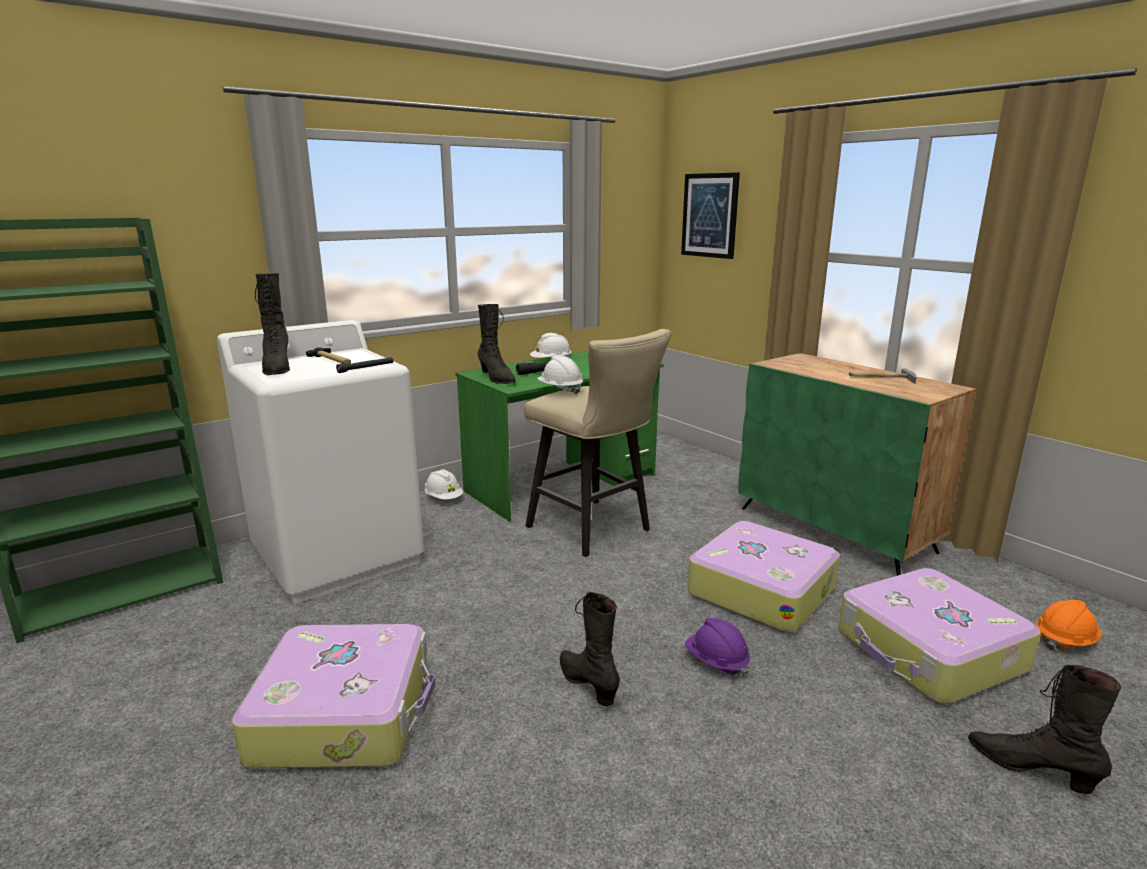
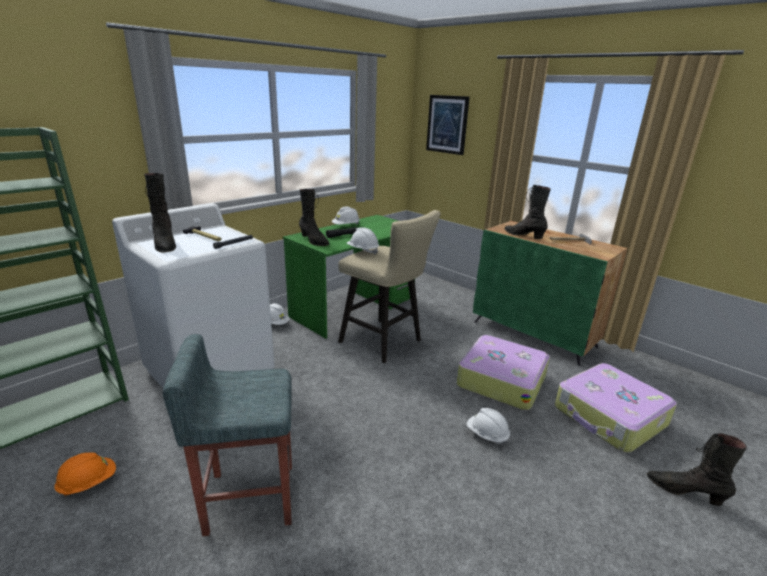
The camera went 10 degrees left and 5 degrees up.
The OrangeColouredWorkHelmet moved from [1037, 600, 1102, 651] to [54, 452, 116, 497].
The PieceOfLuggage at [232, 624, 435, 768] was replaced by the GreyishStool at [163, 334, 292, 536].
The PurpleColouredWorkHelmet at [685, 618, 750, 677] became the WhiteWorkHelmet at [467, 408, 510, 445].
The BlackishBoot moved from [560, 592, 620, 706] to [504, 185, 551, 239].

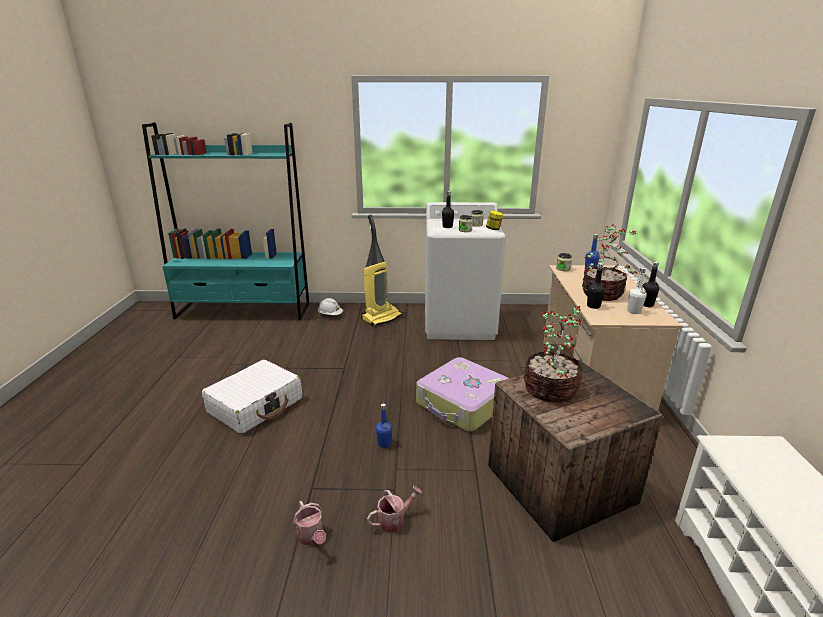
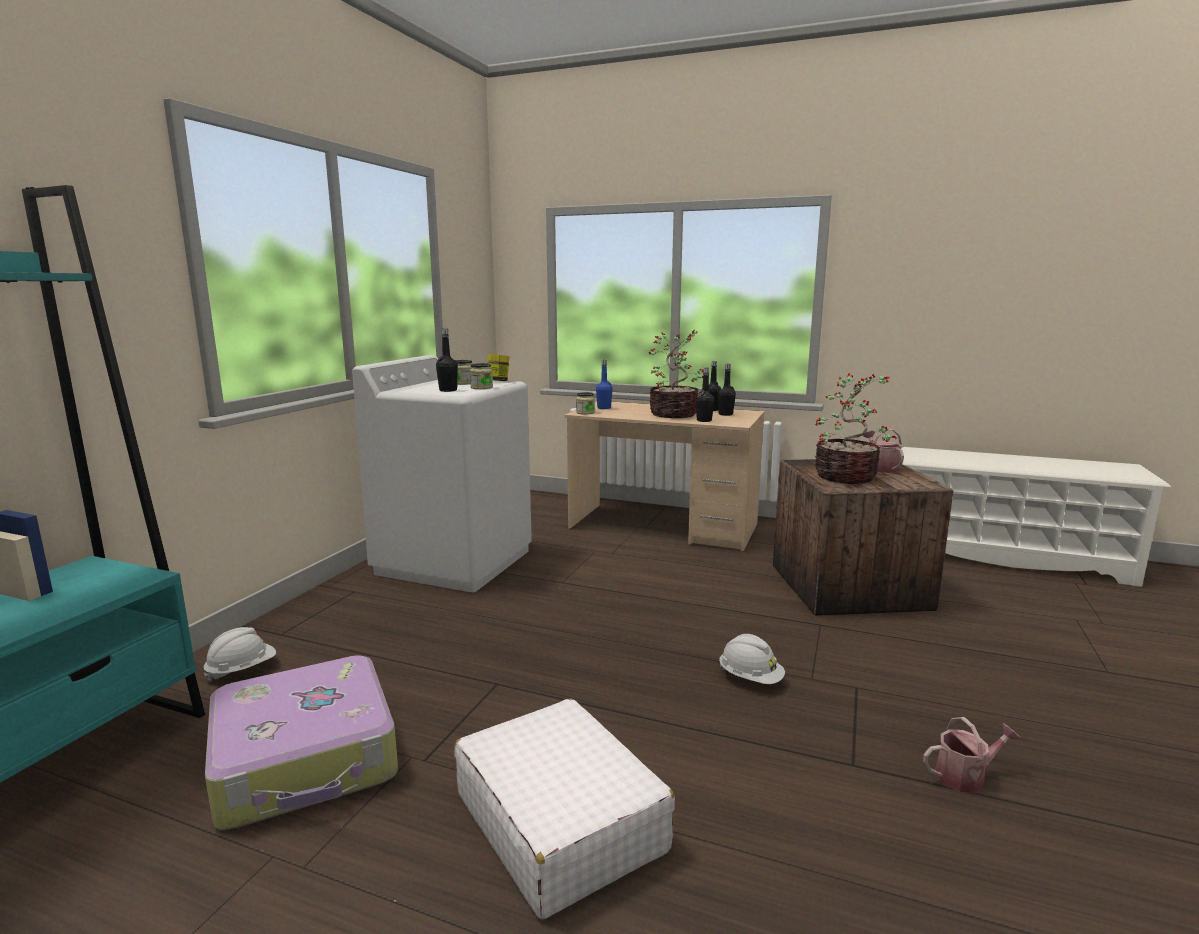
The camera went 70 degrees left and 10 degrees down.
The PieceOfLuggage moved from [416, 357, 509, 432] to [205, 655, 398, 830].
The WhiteDrinkBottle at [627, 267, 647, 314] became the BlackishDrinkBottle at [718, 364, 736, 416].
The BlueColouredDrinkBottle at [376, 404, 392, 448] was replaced by the WhiteWorkHelmet at [719, 634, 785, 684].
The WateringPot moved from [367, 485, 422, 533] to [863, 429, 904, 473].
The VacuumCleaner at [361, 215, 402, 327] disappeared.

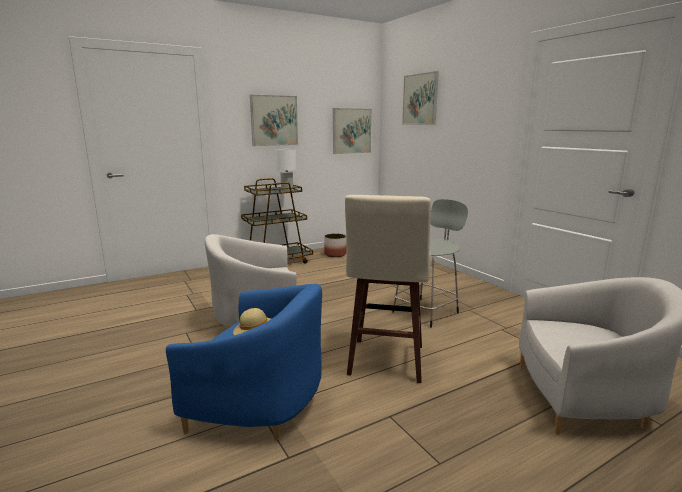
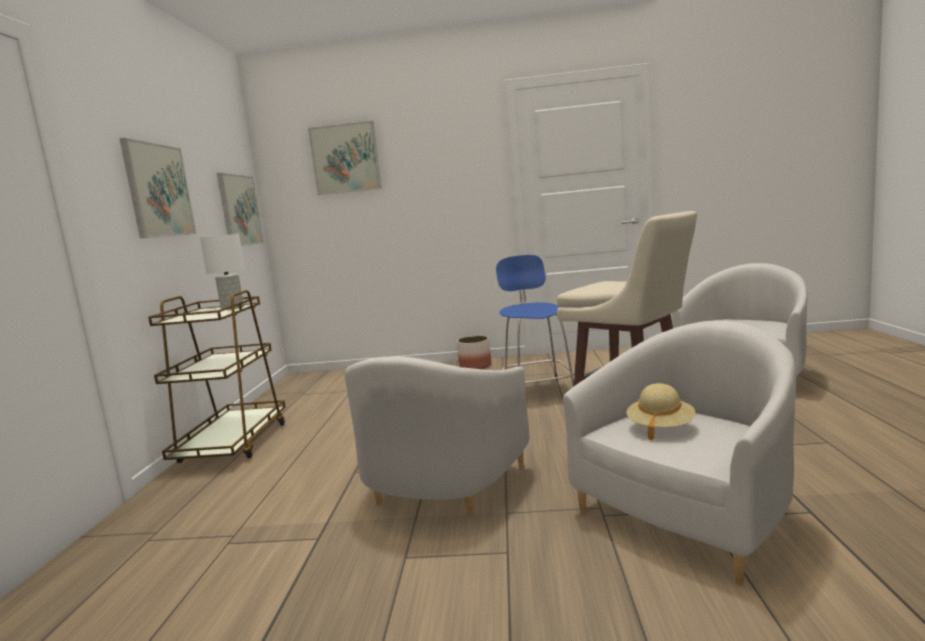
The camera went 55 degrees left and 5 degrees down.
The PlantPot moved from [324, 233, 346, 257] to [457, 336, 491, 369].
The GreyishStool at [392, 199, 468, 328] became the BlueColouredStool at [496, 255, 574, 387].
The BlueColouredArmchair at [166, 284, 322, 440] became the WhiteArmchair at [563, 320, 796, 585].

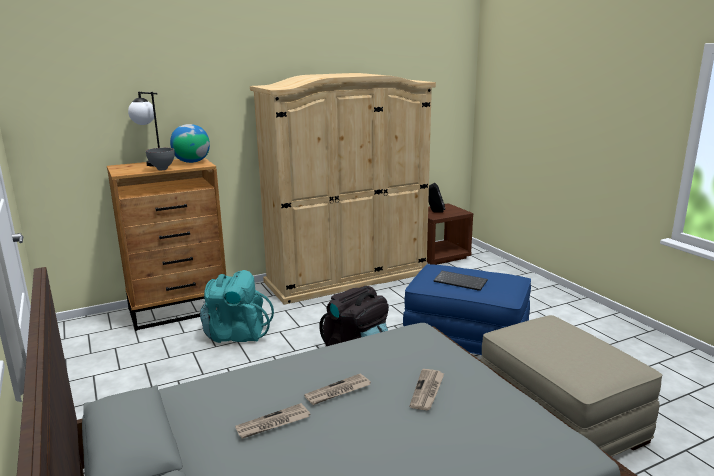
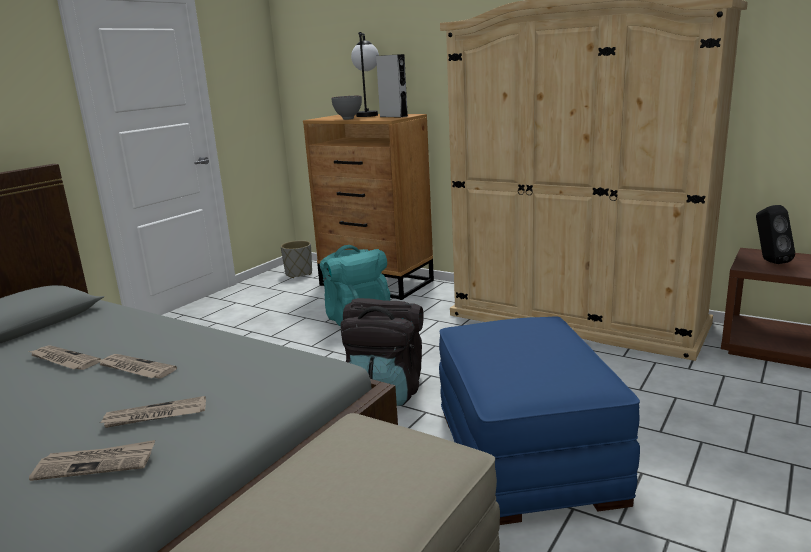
The camera went 60 degrees right and 0 degrees up.
The DailyPaper at [29, 440, 155, 481] appeared.
The GreyishPlantPot at [280, 241, 312, 278] appeared.
The WorldGlobe at [170, 124, 210, 163] was replaced by the GreyishSpeaker at [376, 54, 408, 117].
The PcKeyboard at [433, 271, 488, 291] disappeared.

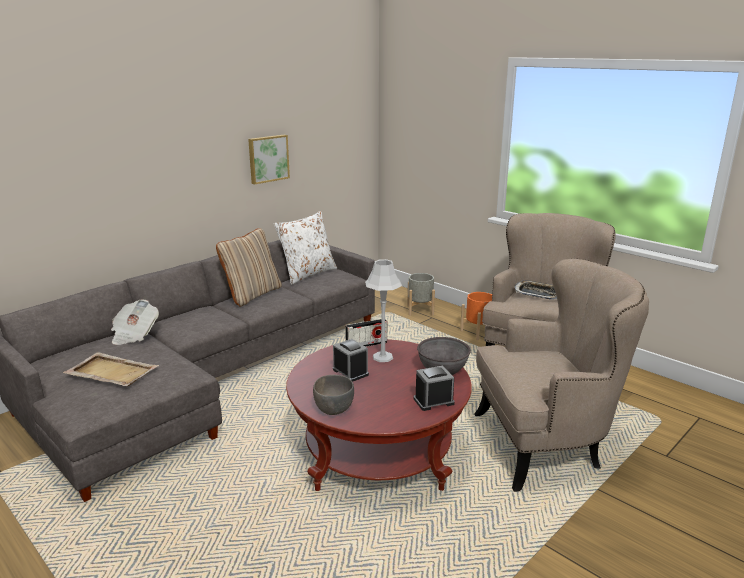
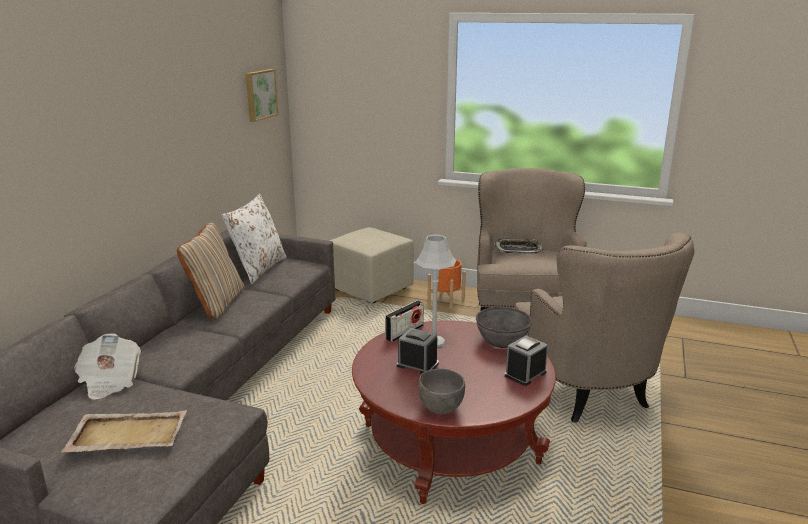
The camera went 25 degrees left and 0 degrees up.
The WallArt moved from [248, 135, 290, 184] to [246, 69, 278, 122].
The GreyishPlantPot at [407, 273, 435, 316] was replaced by the SandColouredFootrest at [329, 227, 414, 303].
The SandColouredArmchair at [474, 259, 649, 492] turned 105 degrees clockwise.

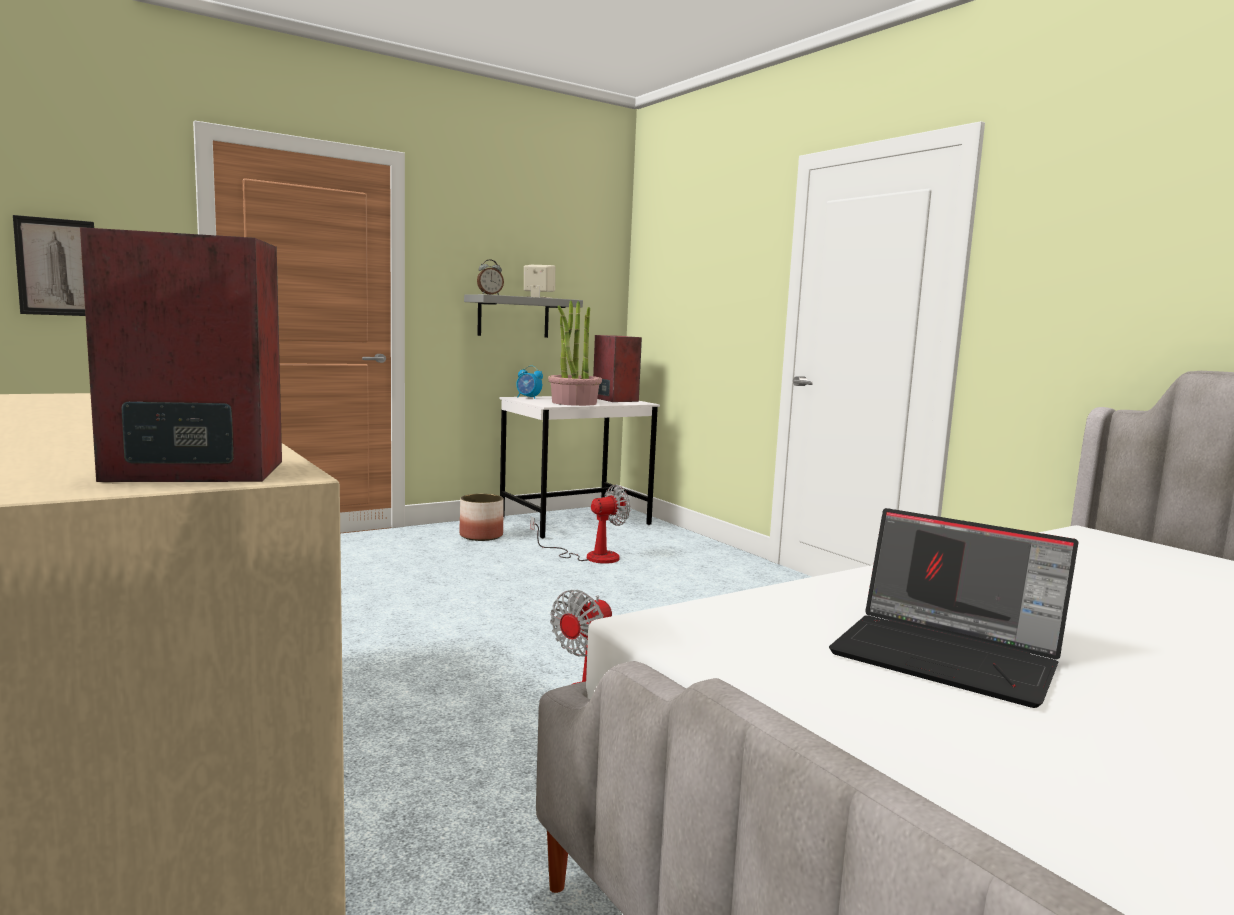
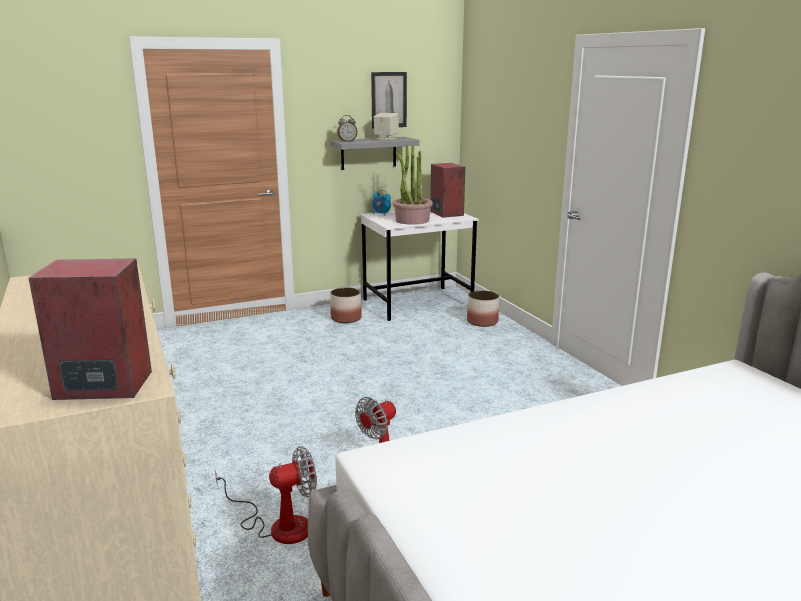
The camera went 10 degrees right and 10 degrees up.
The ElectricFan moved from [530, 484, 630, 564] to [215, 446, 317, 544].
The WallArt moved from [13, 215, 94, 316] to [371, 72, 407, 128].
The PlantPot at [467, 290, 499, 327] appeared.
The Laptop at [829, 508, 1078, 708] disappeared.

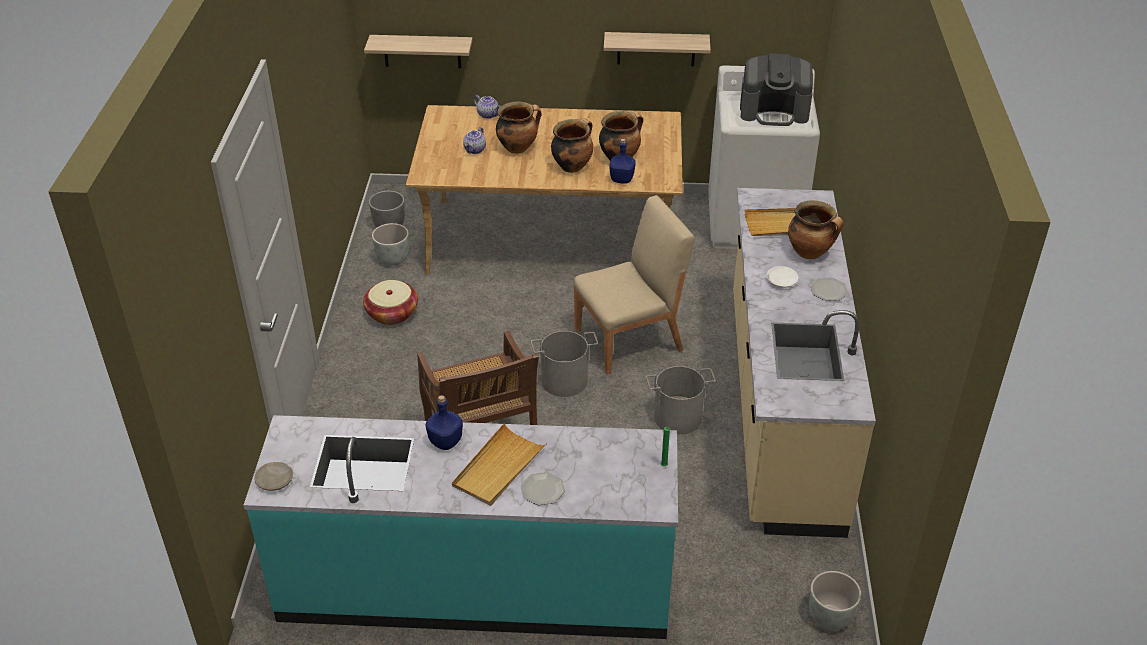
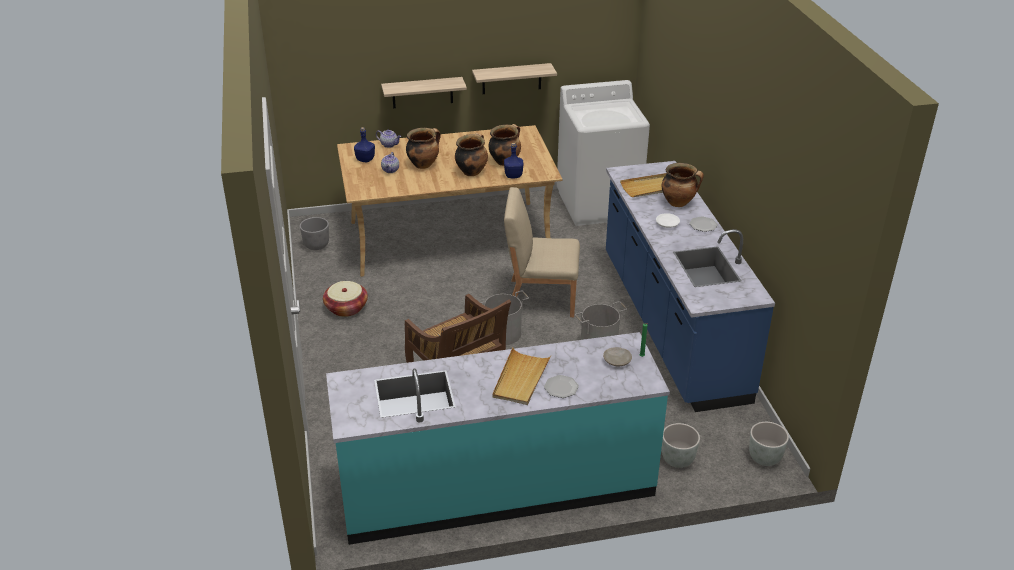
The camera went 15 degrees left and 5 degrees down.
The BlueColouredDrinkBottle moved from [426, 395, 463, 450] to [354, 127, 375, 162].
The BracketShelf moved from [364, 35, 473, 69] to [381, 77, 467, 108].
The SandColouredChair at [573, 195, 694, 375] turned 135 degrees counterclockwise.
The SandColouredDinnerPlate moved from [254, 462, 293, 491] to [603, 347, 632, 366].
The SandColouredCounter at [733, 188, 876, 538] became the BlueColouredCounter at [606, 161, 775, 412].
The GreyishPlantPot moved from [372, 223, 409, 266] to [662, 423, 700, 468].
The CoffeeMaker at [740, 53, 813, 126] disappeared.

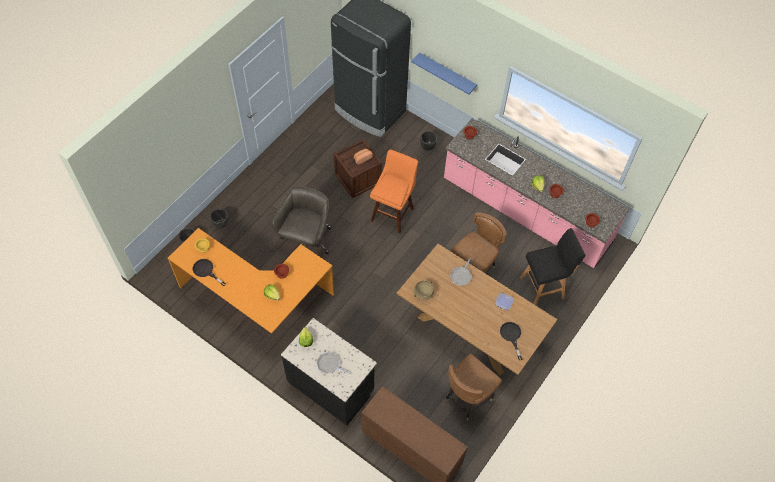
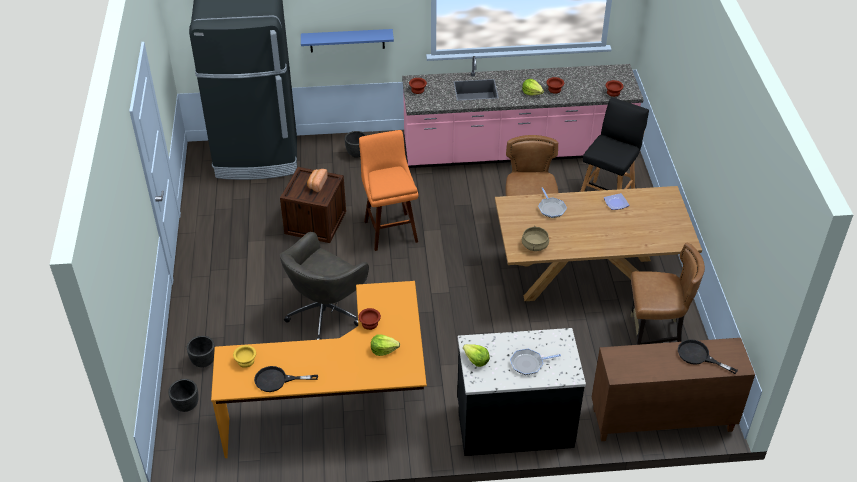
The camera went 40 degrees left and 15 degrees down.
The GreyishComputerChair at [272, 186, 331, 254] turned 120 degrees counterclockwise.
The BrownishChair at [445, 354, 502, 421] turned 90 degrees counterclockwise.
The BlackishPan moved from [500, 322, 523, 360] to [678, 339, 738, 374].

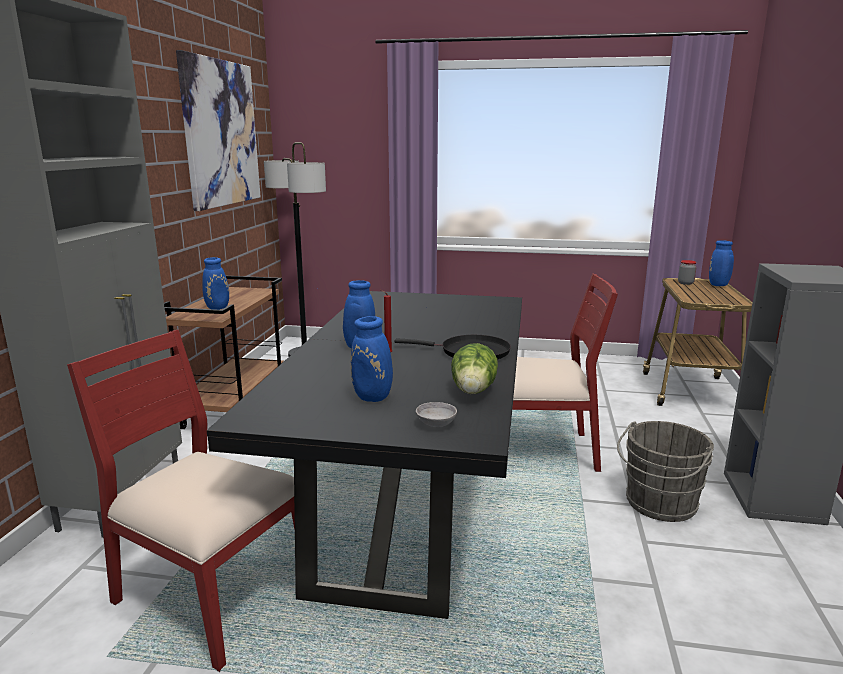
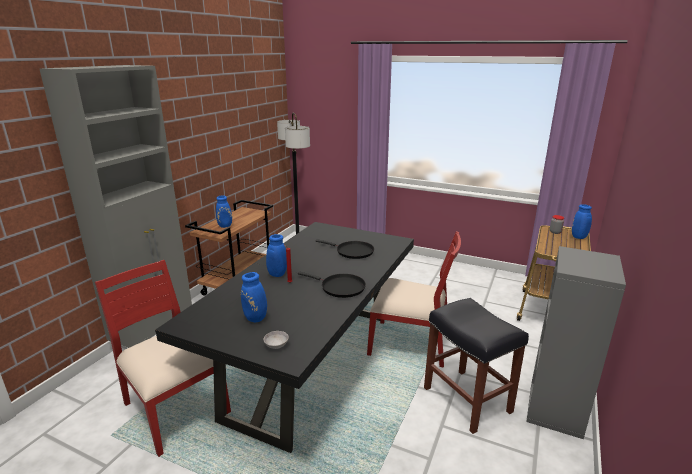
The camera went 15 degrees right and 5 degrees up.
The BlackishPan at [316, 239, 374, 259] appeared.
The GreyishWaterBucket at [617, 421, 714, 522] was replaced by the BlackishStool at [424, 298, 529, 434].
The WallArt at [176, 50, 261, 211] disappeared.
The HeadOfLettuce at [451, 343, 498, 394] disappeared.

